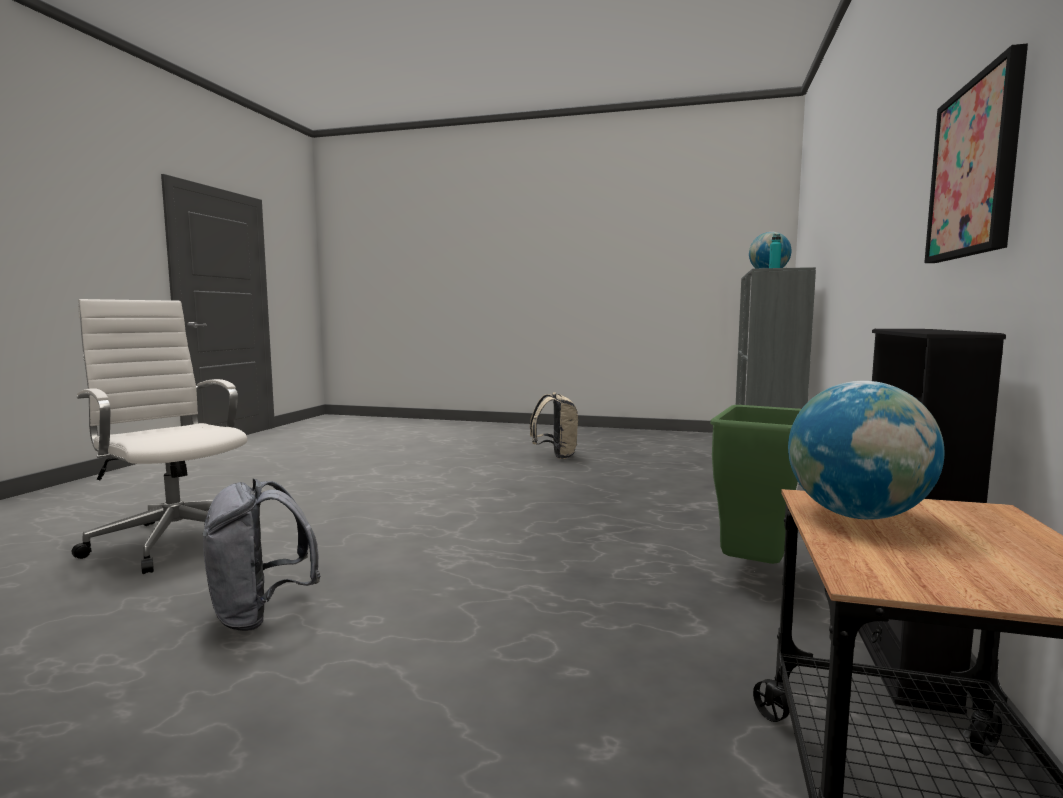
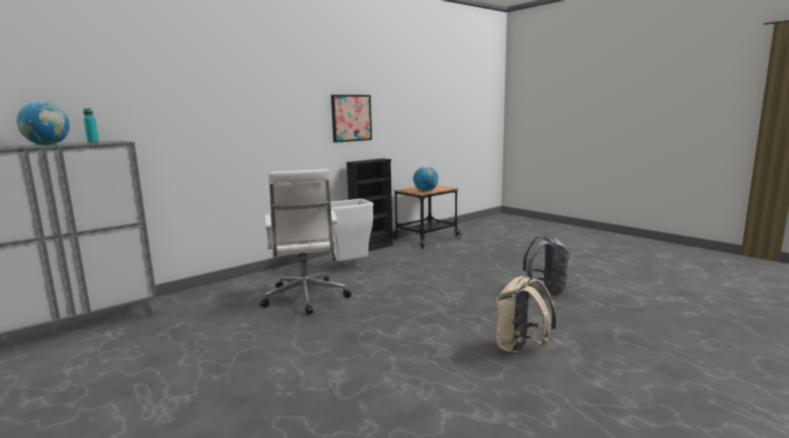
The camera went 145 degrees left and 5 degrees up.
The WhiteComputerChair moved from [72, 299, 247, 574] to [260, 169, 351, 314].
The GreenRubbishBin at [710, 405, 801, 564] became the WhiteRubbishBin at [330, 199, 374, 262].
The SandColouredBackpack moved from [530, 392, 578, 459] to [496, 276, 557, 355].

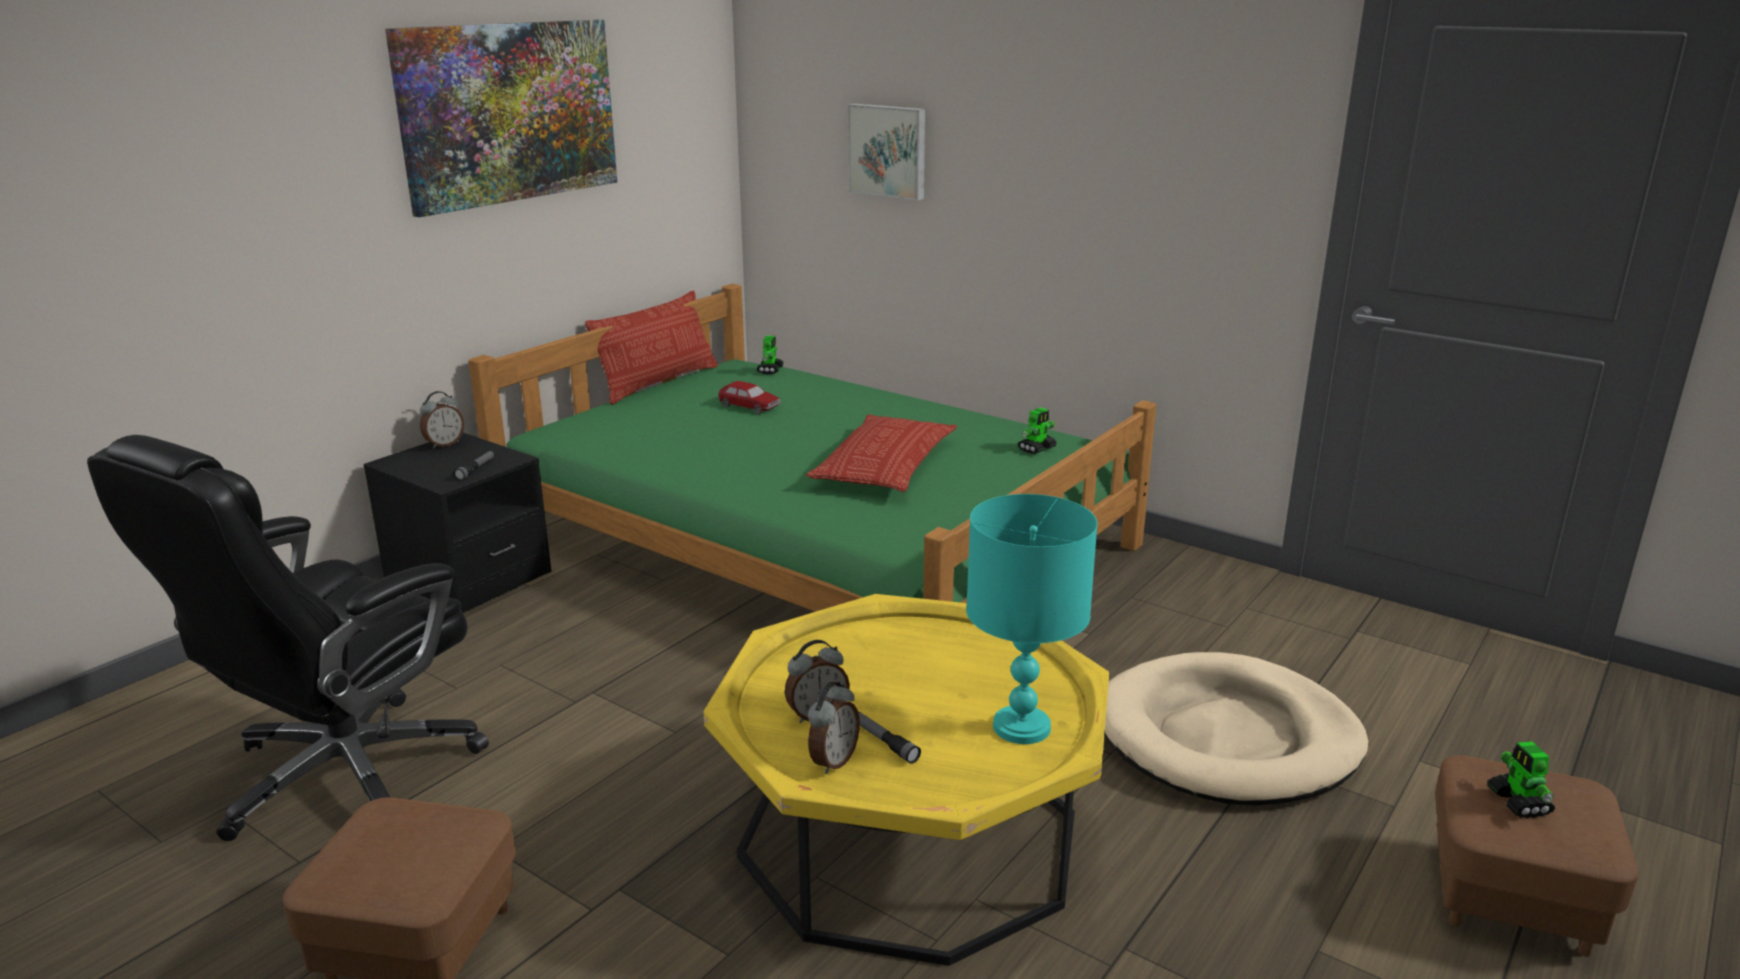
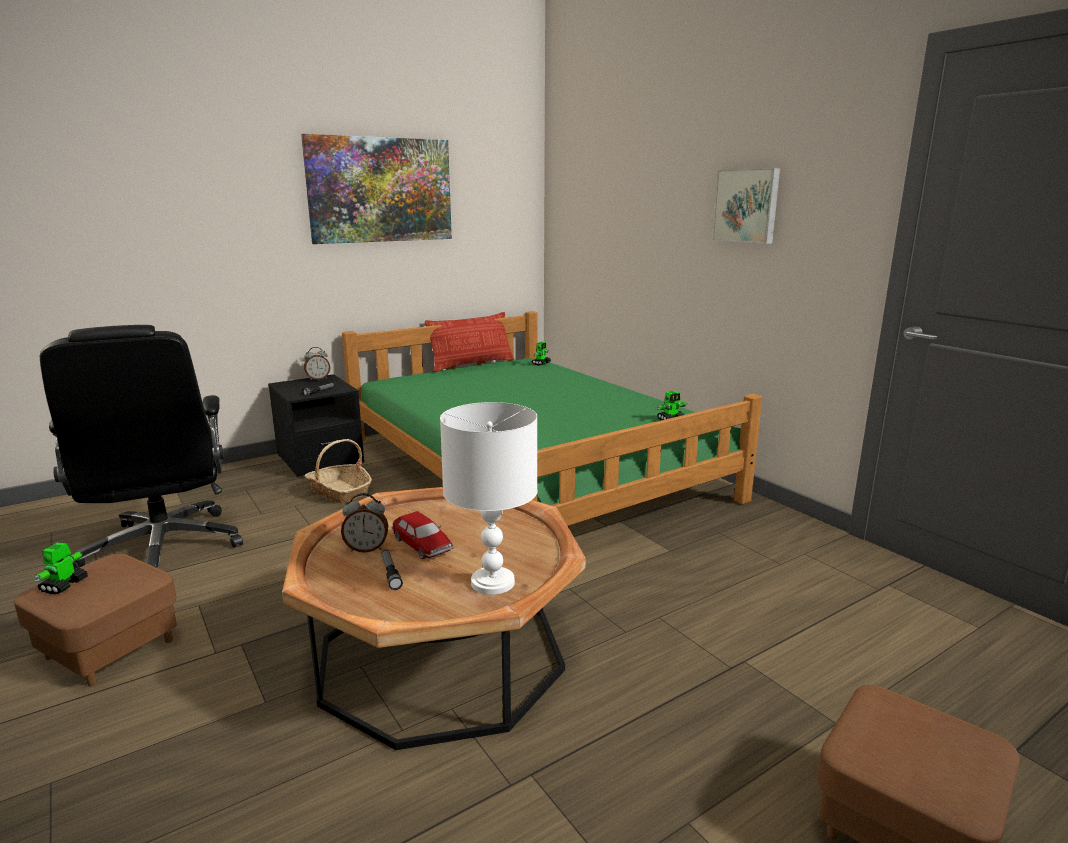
The camera went 20 degrees right and 5 degrees down.
The RobotFigure moved from [1487, 741, 1555, 818] to [34, 542, 88, 594].
The BlackishComputerChair at [87, 435, 489, 841] turned 75 degrees counterclockwise.
The YellowishLowTable at [704, 594, 1109, 966] became the BrownishLowTable at [282, 487, 586, 750].
The HouseholdBasket at [305, 439, 372, 503] appeared.
The ToyCar moved from [717, 381, 782, 414] to [392, 511, 454, 559].
The TurquoiseColouredTableLamp at [966, 494, 1098, 744] became the WhiteTableLamp at [440, 402, 538, 595].
The WallArt moved from [848, 103, 925, 201] to [712, 168, 780, 244].
The ThrowPillow at [806, 414, 957, 492] disappeared.
The BedsideClock at [808, 682, 860, 774] disappeared.
The SandColouredDogCushion at [1105, 652, 1368, 806] disappeared.

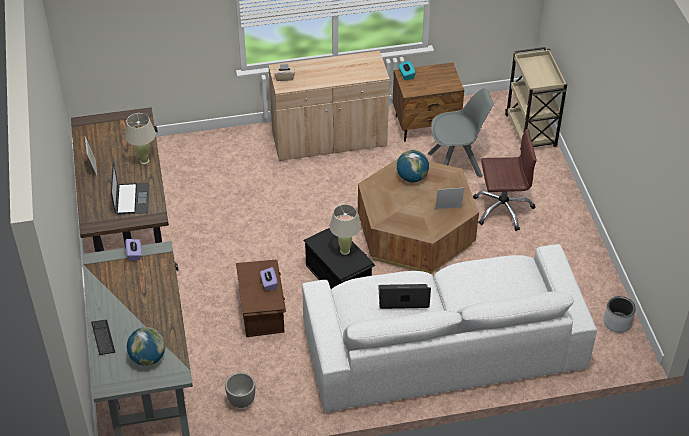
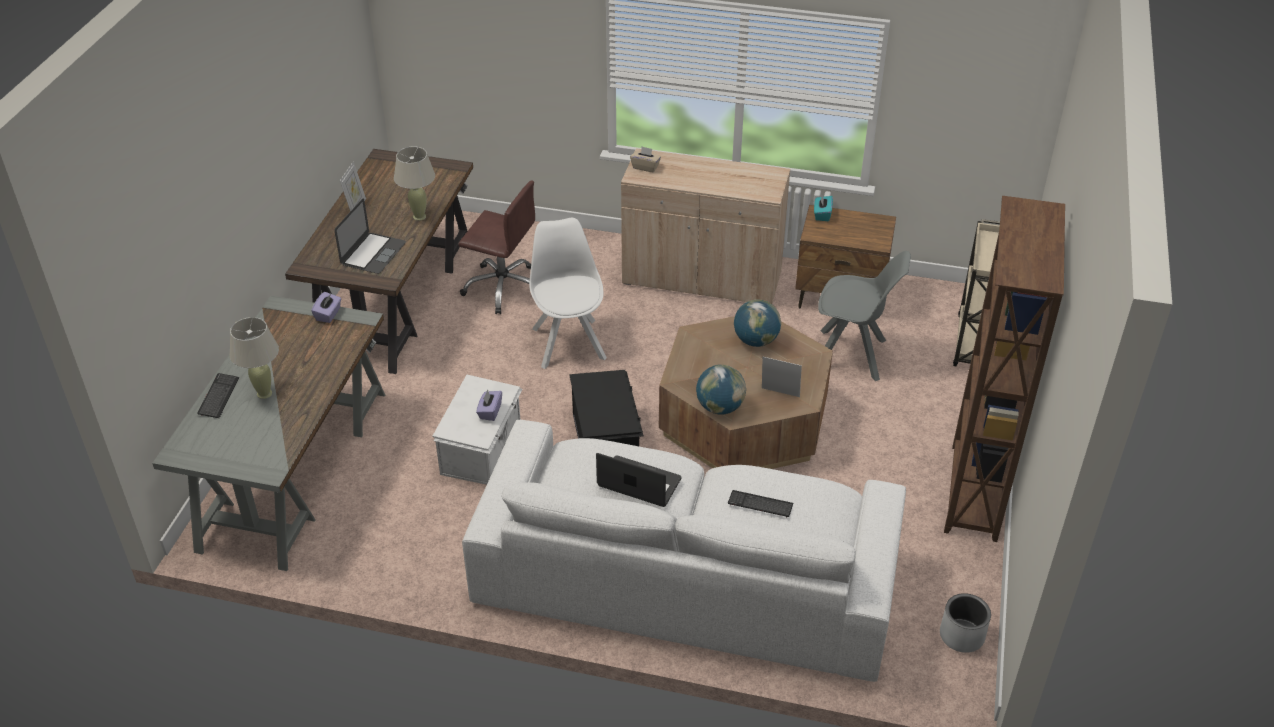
The camera went 25 degrees right and 5 degrees down.
The SandColouredTableLamp moved from [329, 204, 361, 255] to [229, 317, 279, 399].
The BrownishStorageBox at [236, 260, 286, 337] became the WhiteStorageBox at [432, 375, 523, 485].
The BrownishComputerChair moved from [473, 129, 537, 231] to [458, 181, 535, 314].
The WhiteChair at [529, 218, 607, 369] appeared.
The WorldGlobe moved from [127, 327, 165, 366] to [696, 365, 746, 415].
The PcKeyboard at [728, 490, 793, 517] appeared.
The BrownishBookshelf at [944, 196, 1065, 542] appeared.
The PlantPot at [225, 372, 255, 408] disappeared.

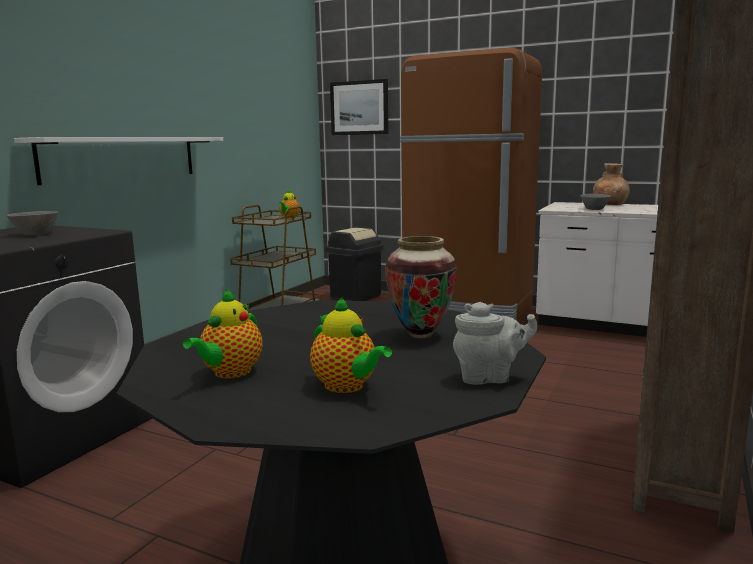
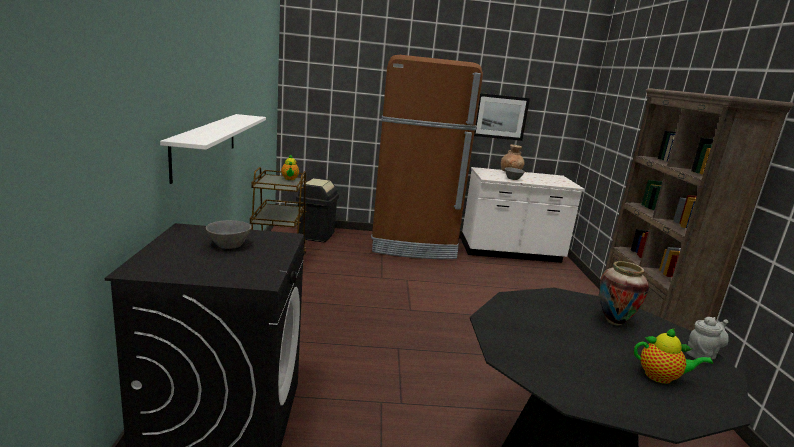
The camera went 30 degrees left and 5 degrees up.
The WallArt moved from [330, 79, 388, 135] to [474, 93, 530, 141].
The TeaPot at [183, 288, 263, 379] disappeared.

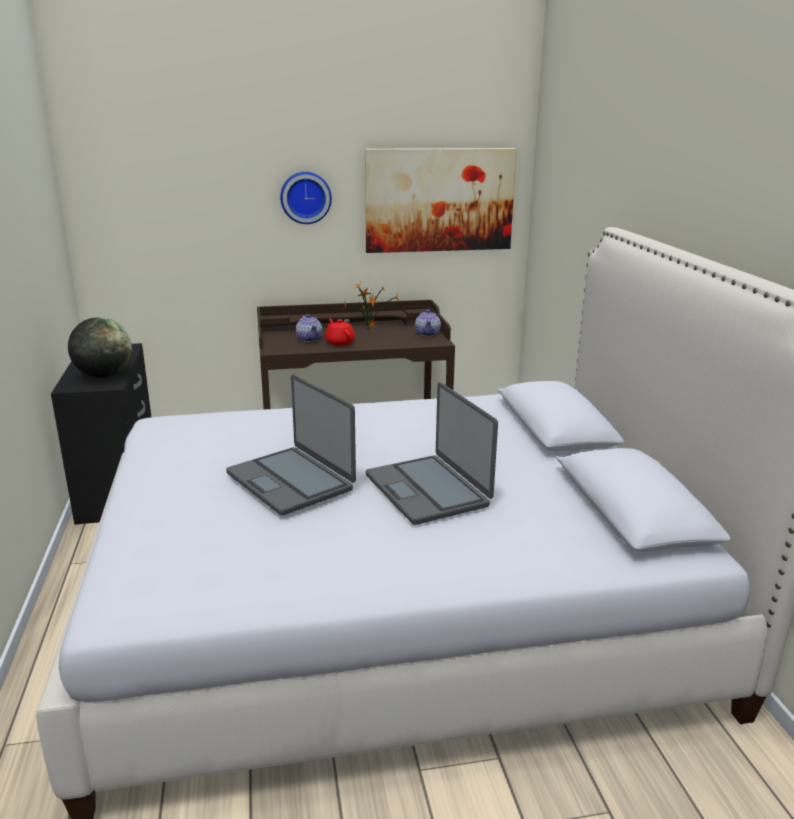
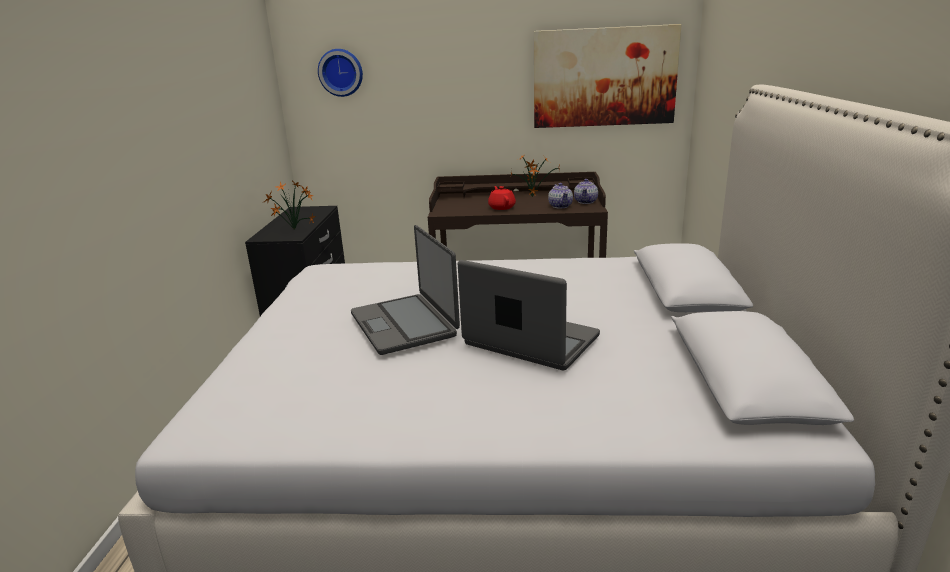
The camera went 15 degrees right and 0 degrees up.
The WorldGlobe at [68, 317, 132, 378] was replaced by the PlantInAPot at [264, 181, 315, 229].
The ClockOnTheWall moved from [280, 172, 332, 224] to [318, 49, 363, 97].
The Laptop at [366, 382, 498, 525] turned 135 degrees clockwise.
The TeaPot moved from [296, 314, 323, 342] to [548, 183, 573, 209].

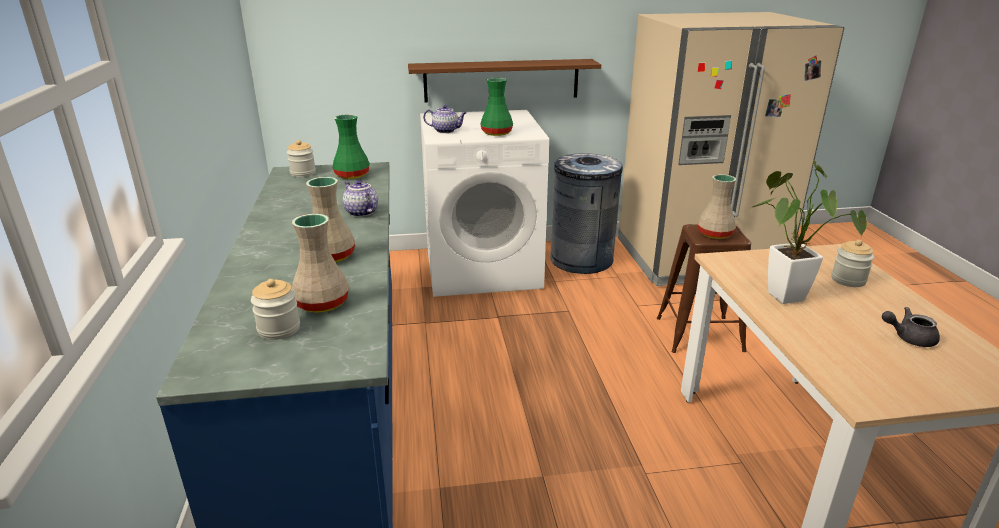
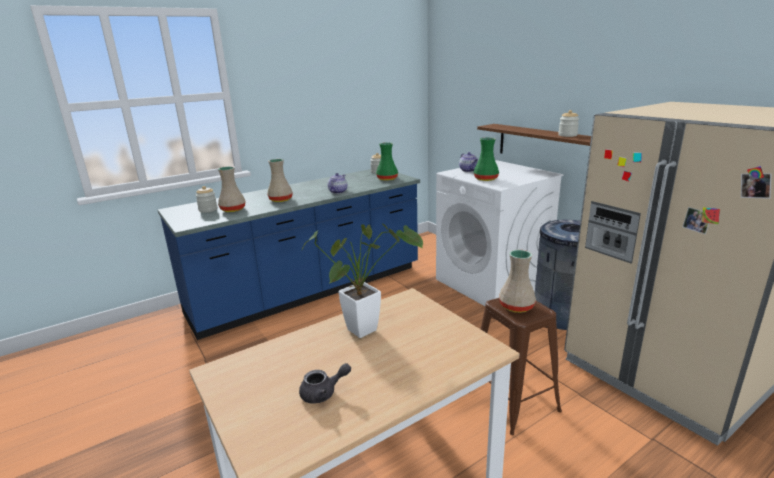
The camera went 65 degrees right and 5 degrees down.
The GreyishTeaPot at [882, 307, 940, 347] turned 90 degrees clockwise.
The PreserveJar moved from [831, 240, 874, 287] to [558, 110, 579, 137].

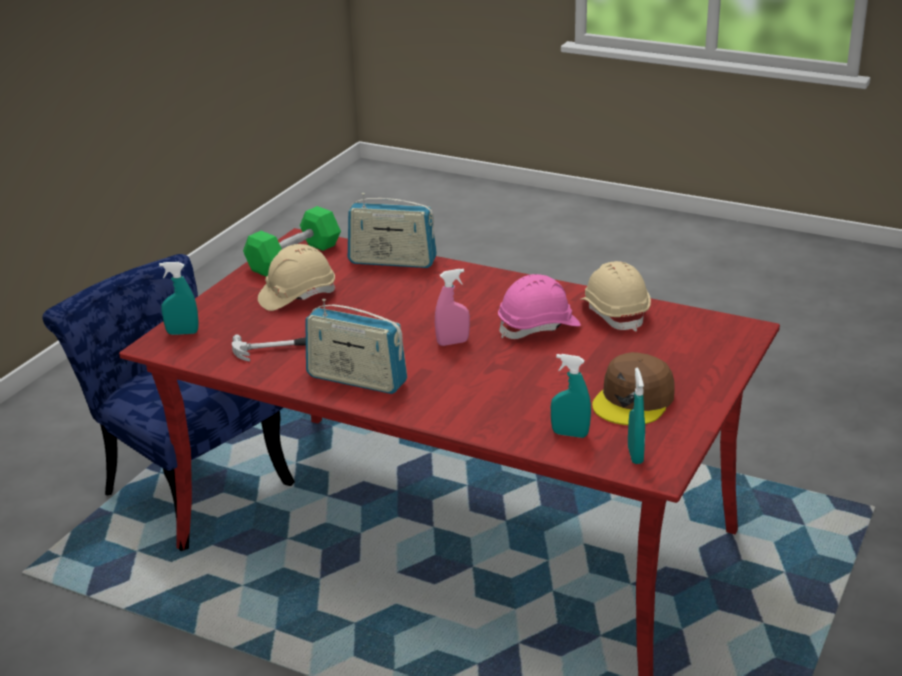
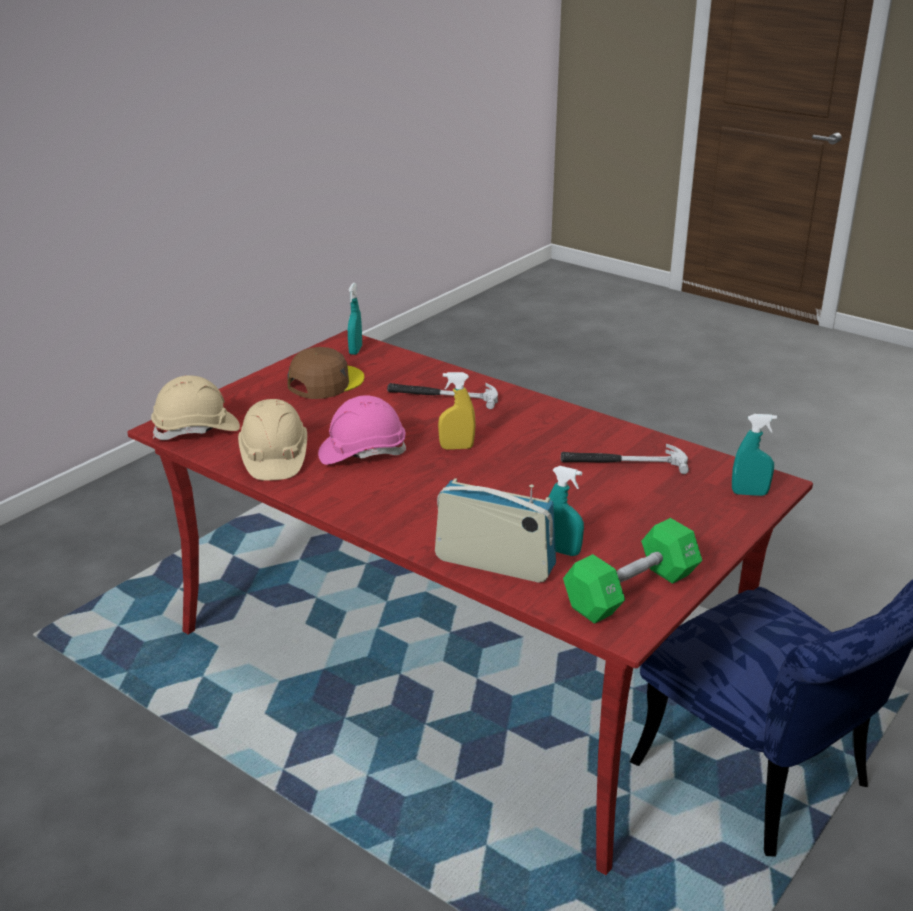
The camera went 170 degrees left and 0 degrees up.
The SandColouredWorkHelmet moved from [258, 244, 335, 311] to [151, 375, 240, 440].
The ToolHammer at [387, 383, 498, 409] appeared.
The PinkishSprayer at [435, 269, 470, 346] became the YellowishSprayer at [438, 372, 476, 450].
The TurquoiseColouredSprayer moved from [551, 354, 591, 438] to [549, 466, 584, 556].
The RadioSet at [305, 299, 407, 394] disappeared.

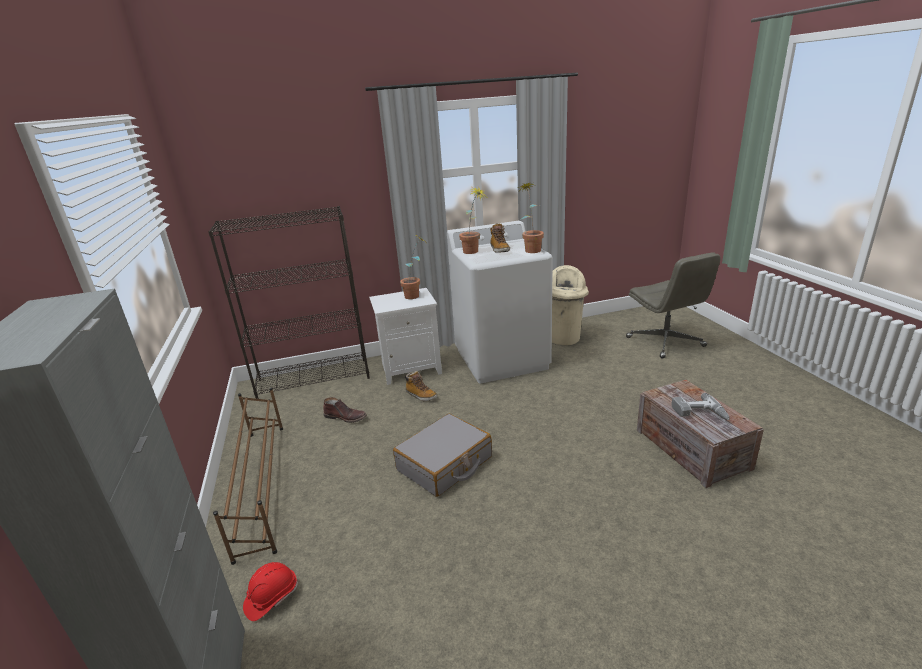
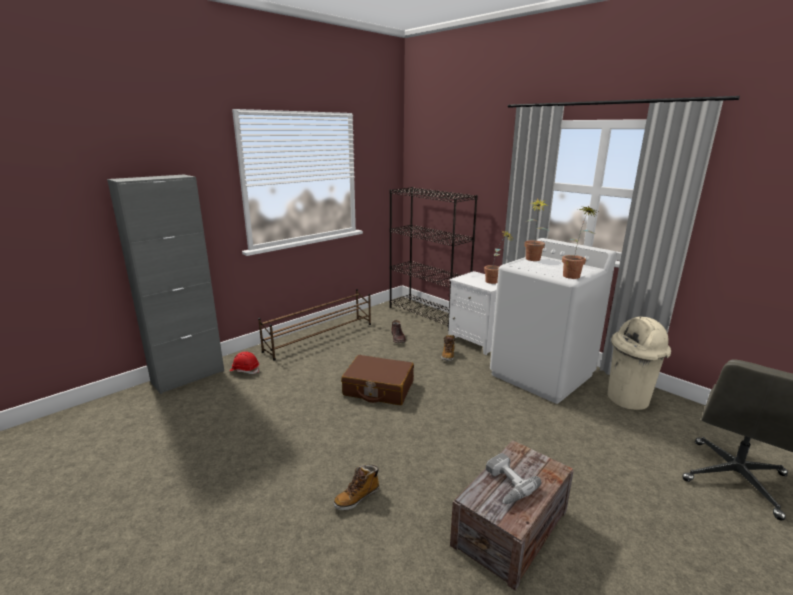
The camera went 60 degrees right and 5 degrees down.
The Boot moved from [490, 223, 510, 253] to [333, 465, 379, 510].
The GreyishPieceOfLuggage at [393, 414, 492, 497] became the BrownishPieceOfLuggage at [341, 355, 414, 405].

